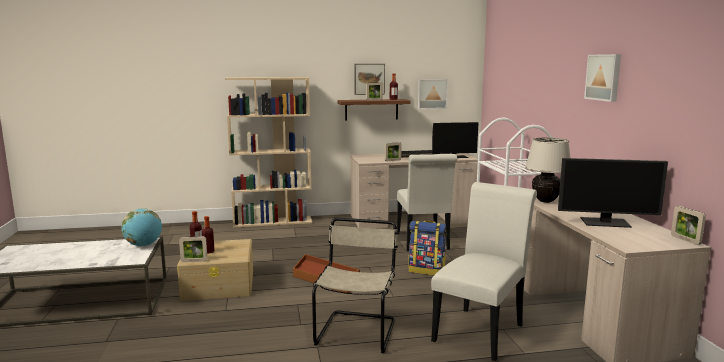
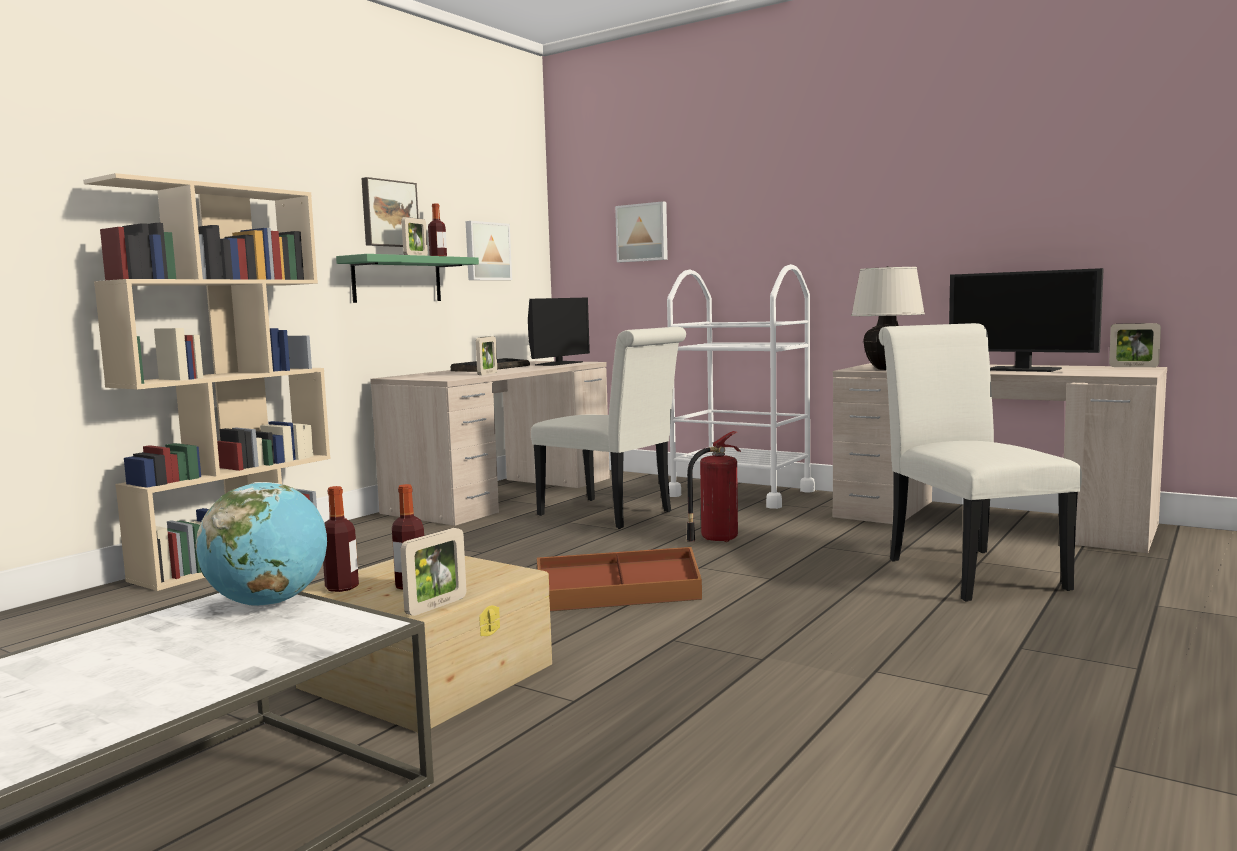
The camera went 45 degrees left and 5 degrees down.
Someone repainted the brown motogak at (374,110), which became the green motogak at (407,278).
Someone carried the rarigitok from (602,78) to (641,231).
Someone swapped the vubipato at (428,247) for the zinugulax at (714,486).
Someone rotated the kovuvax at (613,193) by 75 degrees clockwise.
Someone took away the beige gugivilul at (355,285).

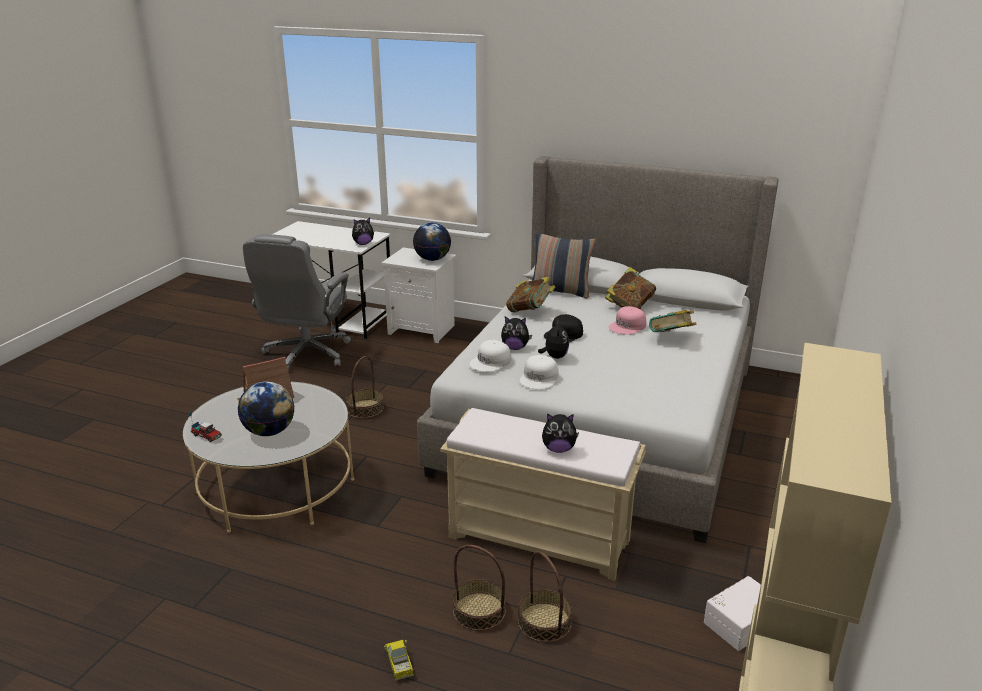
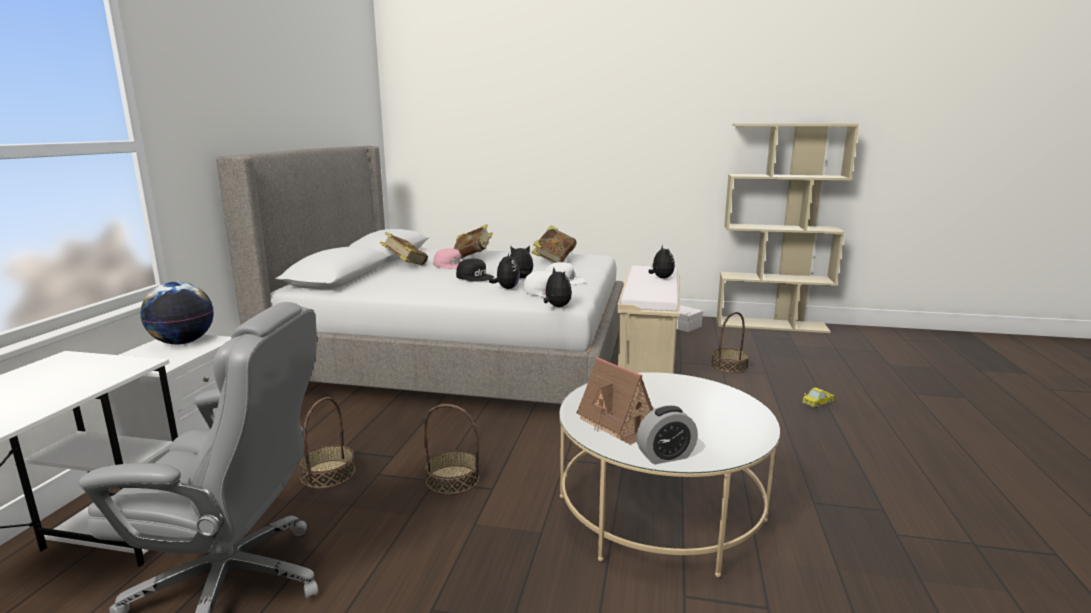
The camera went 100 degrees left and 10 degrees down.
Someone carried the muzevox from (479,588) to (326,443).
Someone carried the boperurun from (530,294) to (554,244).
Someone carried the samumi from (363,231) to (557,287).
Someone put down the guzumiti at (667,435).
Someone took away the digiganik at (206,427).
Someone took away the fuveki at (266,409).
Someone took away the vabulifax at (563,265).

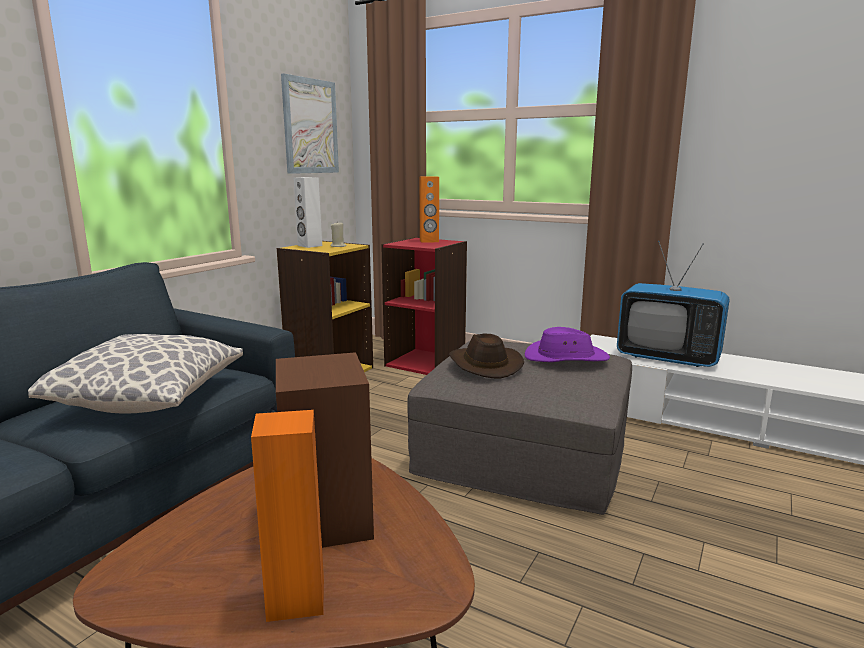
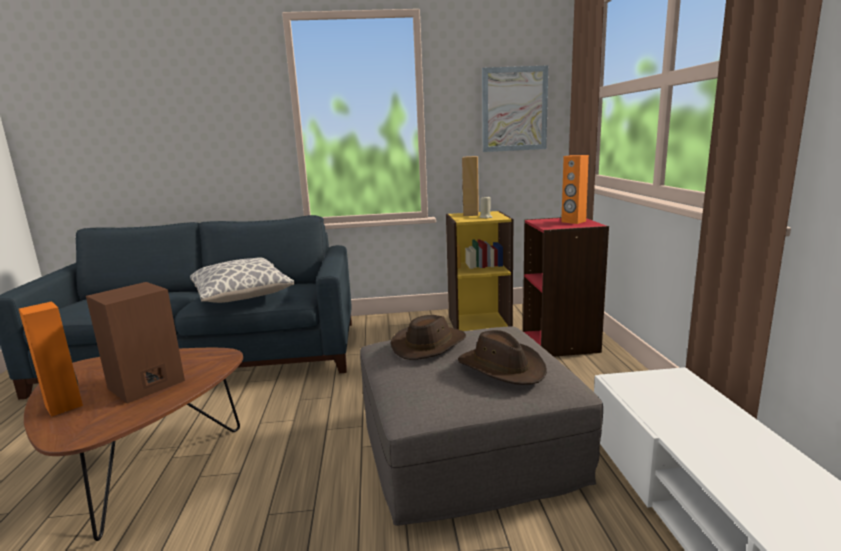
The camera went 55 degrees right and 0 degrees up.
Someone repainted the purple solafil at (567,344), which became the brown solafil at (502,357).
Someone repainted the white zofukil at (308,212), which became the brown zofukil at (470,186).
Someone took away the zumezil at (673,304).

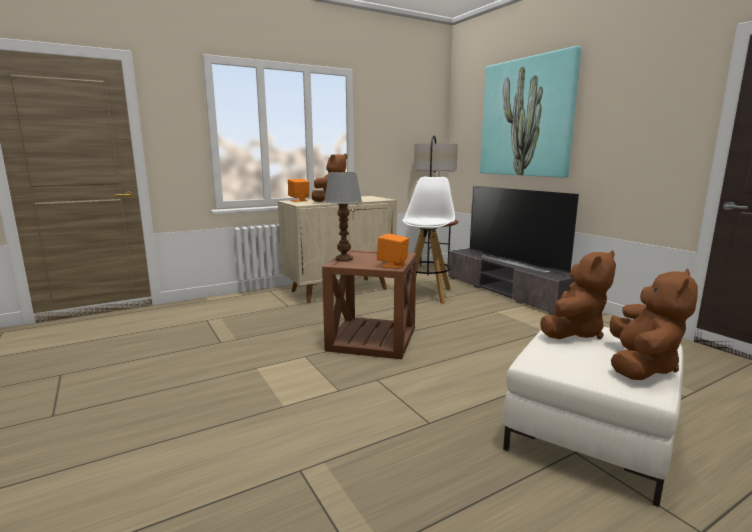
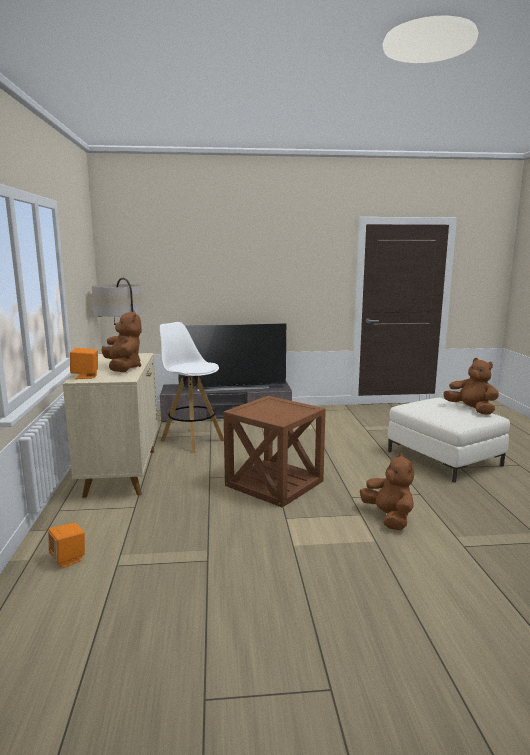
The camera went 65 degrees left and 0 degrees up.
Someone carried the orange zofukil from (393,251) to (66,545).
Someone carried the brown samumi from (578,294) to (387,491).
Someone took away the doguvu at (343,217).
Someone took away the rarigitok at (530,112).

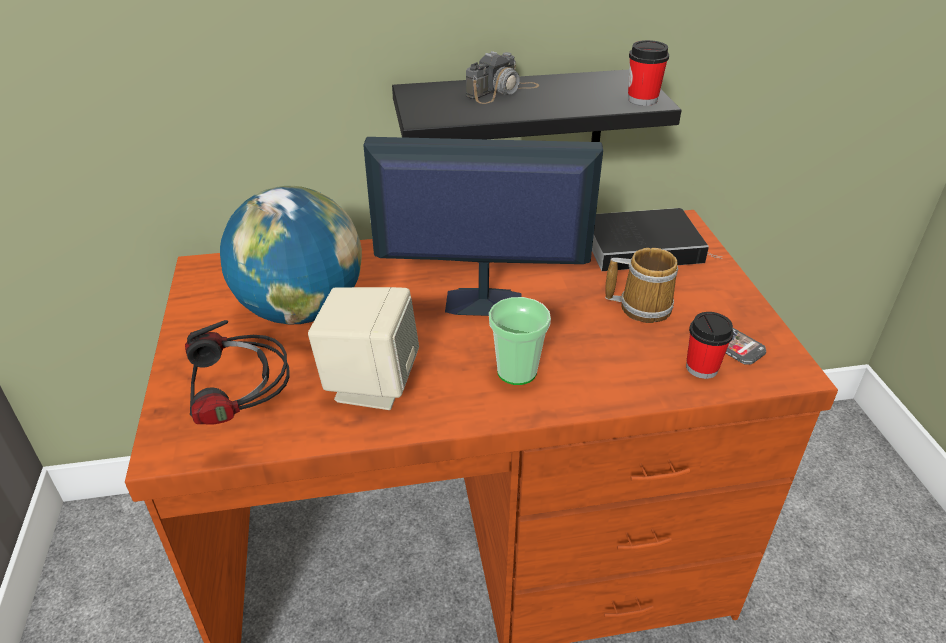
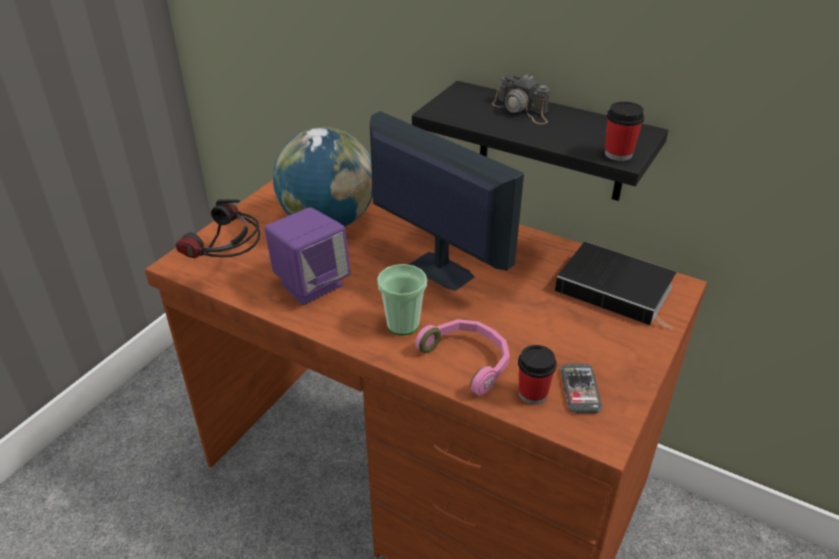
The camera went 40 degrees right and 0 degrees up.
Someone repainted the beige zofukil at (363,348), which became the purple zofukil at (307,256).
Someone put down the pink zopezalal at (462,357).
Someone rotated the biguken at (502,77) by 45 degrees clockwise.
Someone took away the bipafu at (641,285).

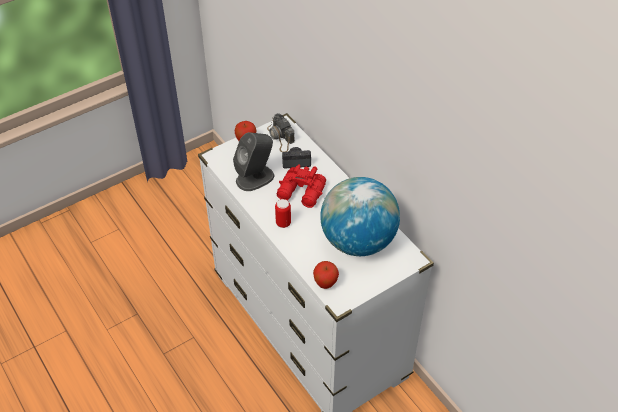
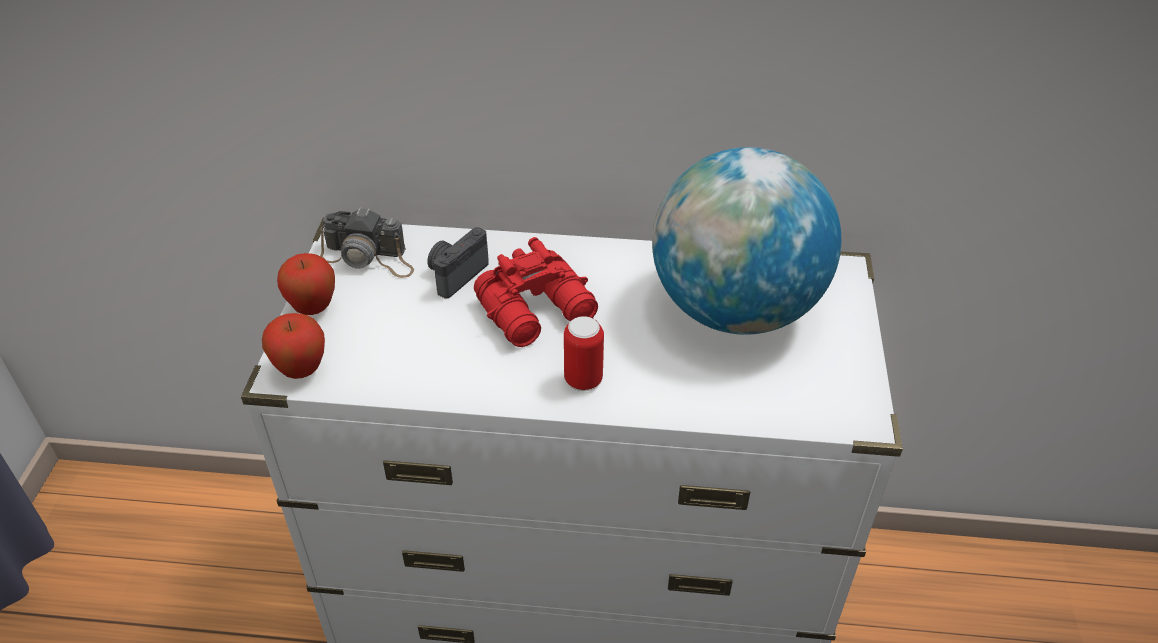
The camera went 50 degrees left and 5 degrees down.
Someone carried the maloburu from (326,275) to (293,346).
Someone took away the grey zofukil at (253,161).

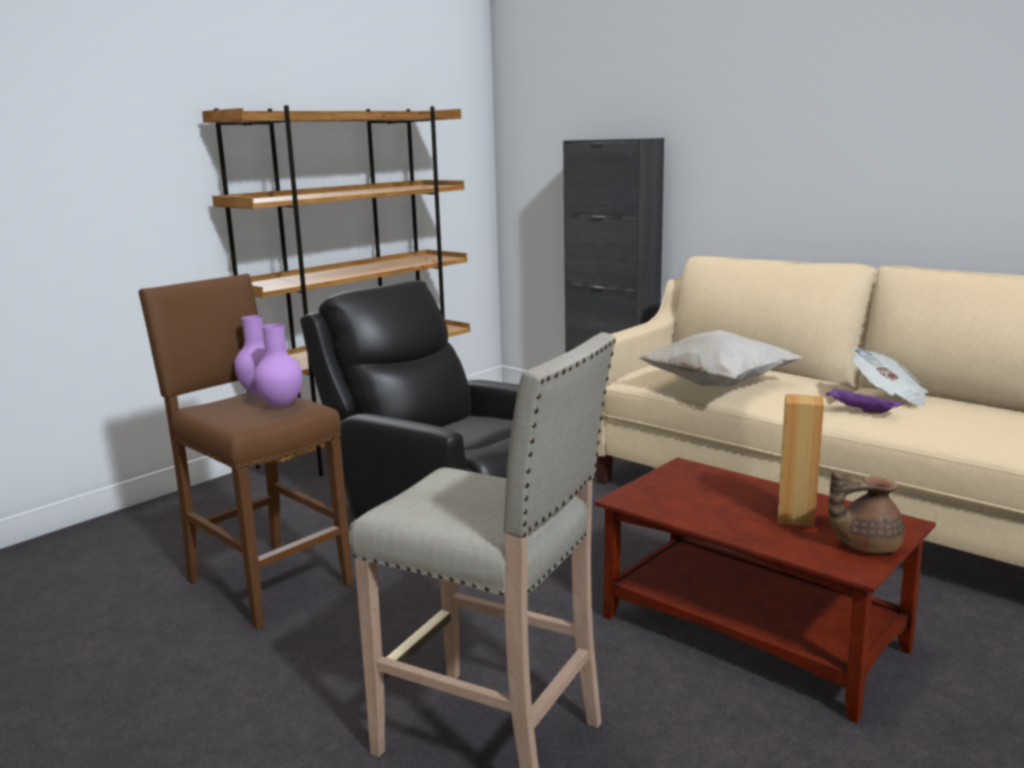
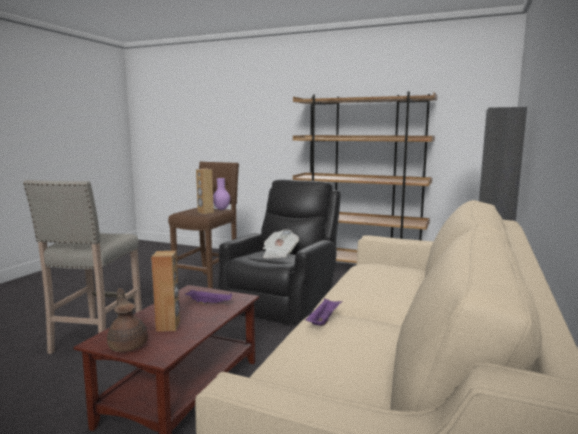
The camera went 70 degrees right and 5 degrees down.
Someone put down the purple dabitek at (208,297).
Someone swapped the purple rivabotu at (278,366) for the brown zofukil at (205,191).
Someone carried the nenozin from (890,377) to (281,244).
Someone took away the white vabulifax at (719,358).

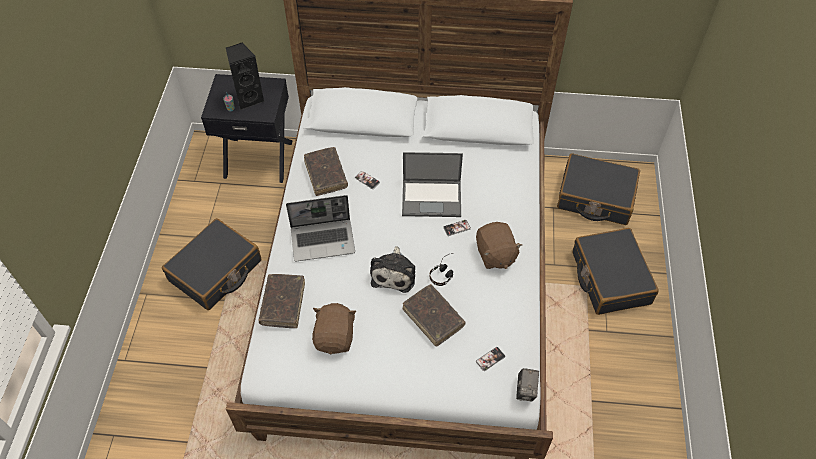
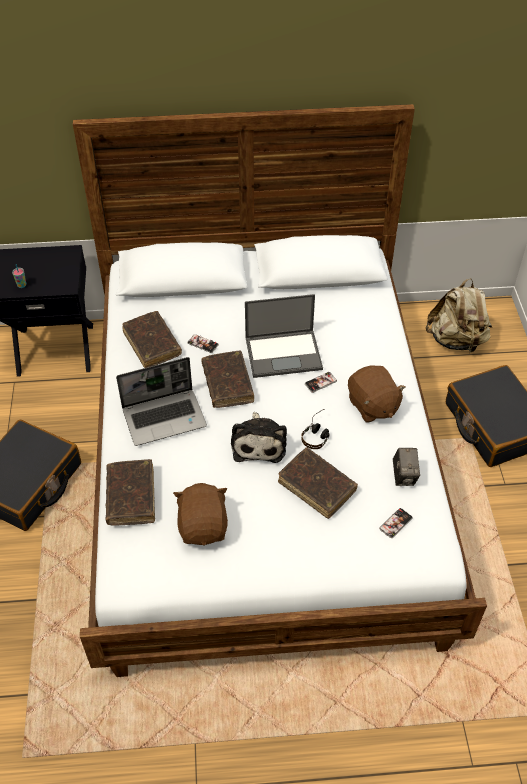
The camera went 10 degrees left and 5 degrees down.
Someone put down the brown boperurun at (227,379).
Someone carried the biguken from (527,384) to (406,467).
Someone swapped the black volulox at (598,189) for the beige vubipato at (459,315).
Someone took away the black zofukil at (245,76).

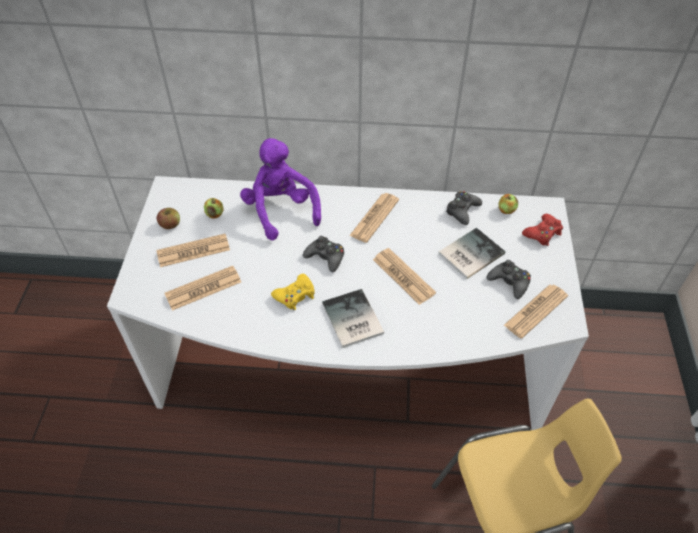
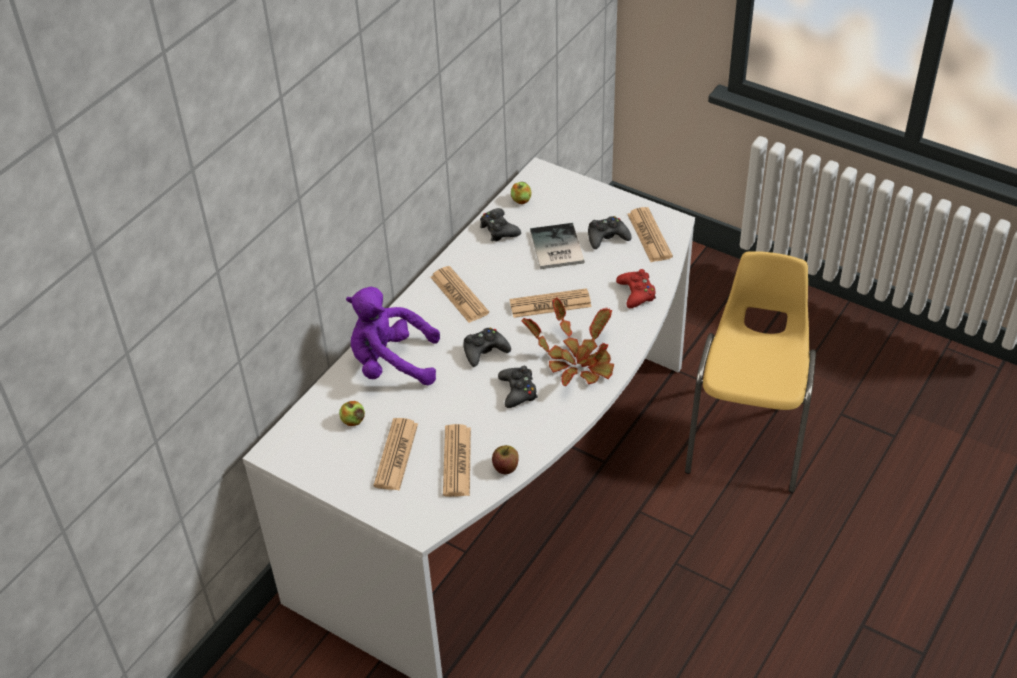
The camera went 60 degrees left and 5 degrees down.
Someone carried the maloburu from (168,218) to (505,459).
Someone repainted the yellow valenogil at (293,292), which became the black valenogil at (518,387).
Someone swapped the boperurun at (353,318) for the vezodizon at (568,341).
Someone carried the red valenogil from (542,230) to (636,288).

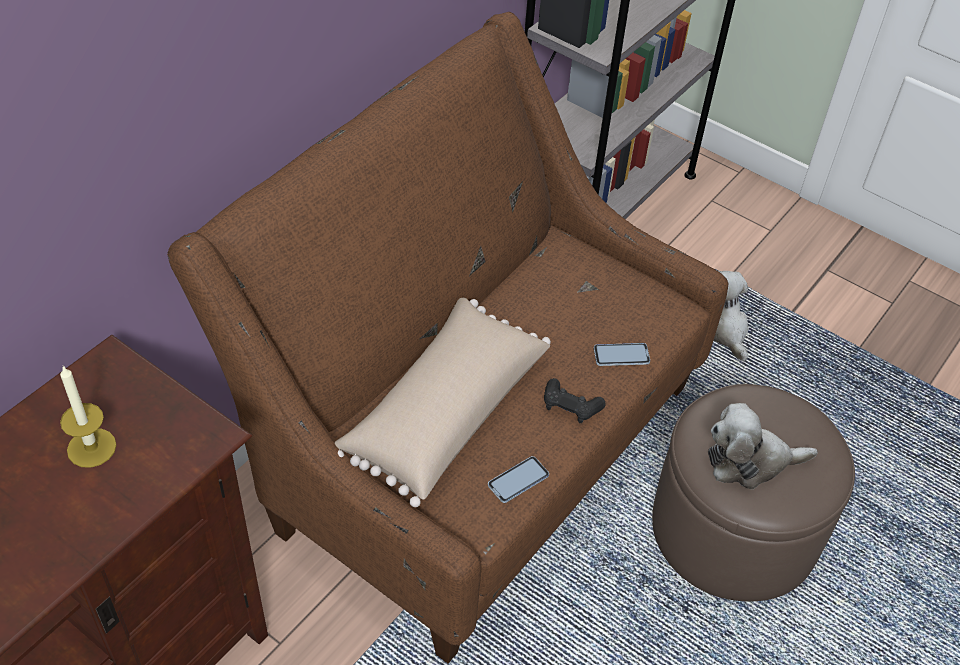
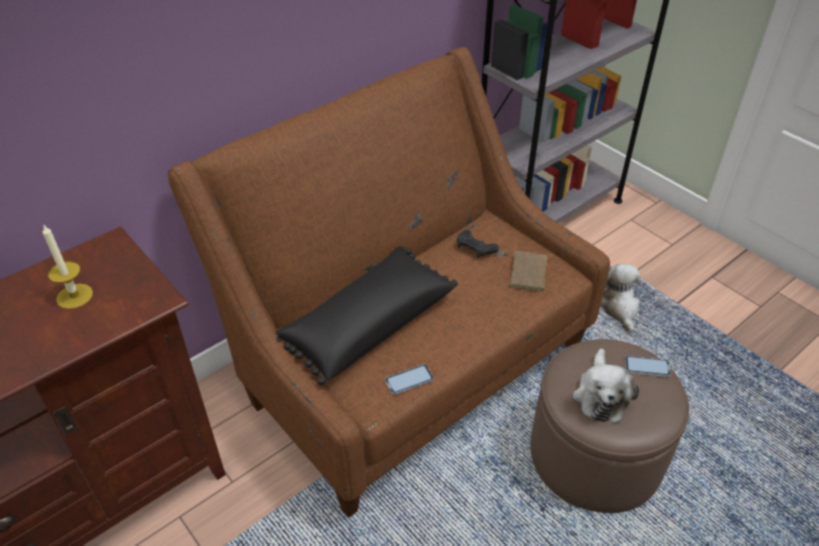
The camera went 15 degrees right and 5 degrees down.
Someone repainted the beige vabulifax at (443,402), which became the black vabulifax at (366,315).
Someone carried the black valenogil from (575,400) to (478,244).
Someone put down the brown boperurun at (533,271).
Someone rotated the samumi at (763,446) by 90 degrees counterclockwise.
Someone carried the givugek from (622,354) to (648,366).

